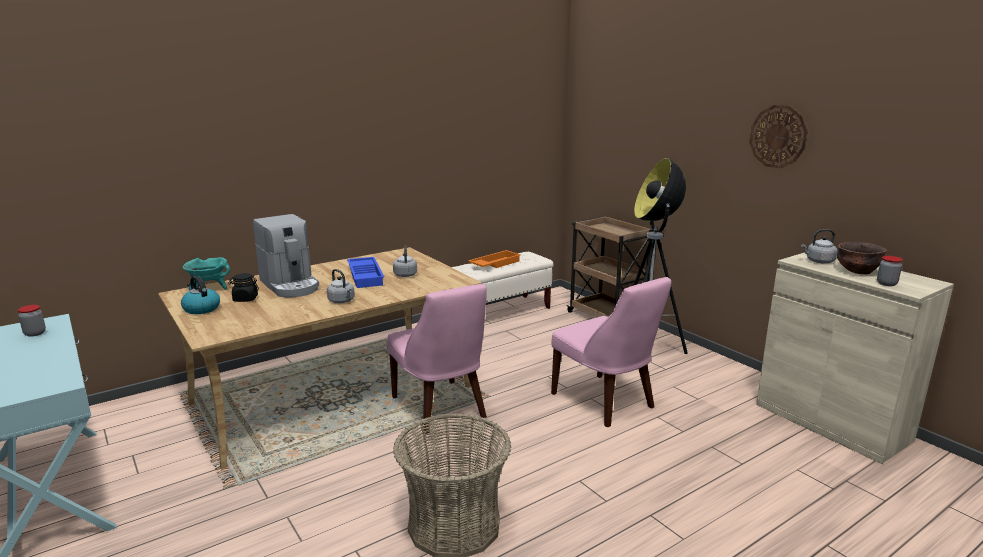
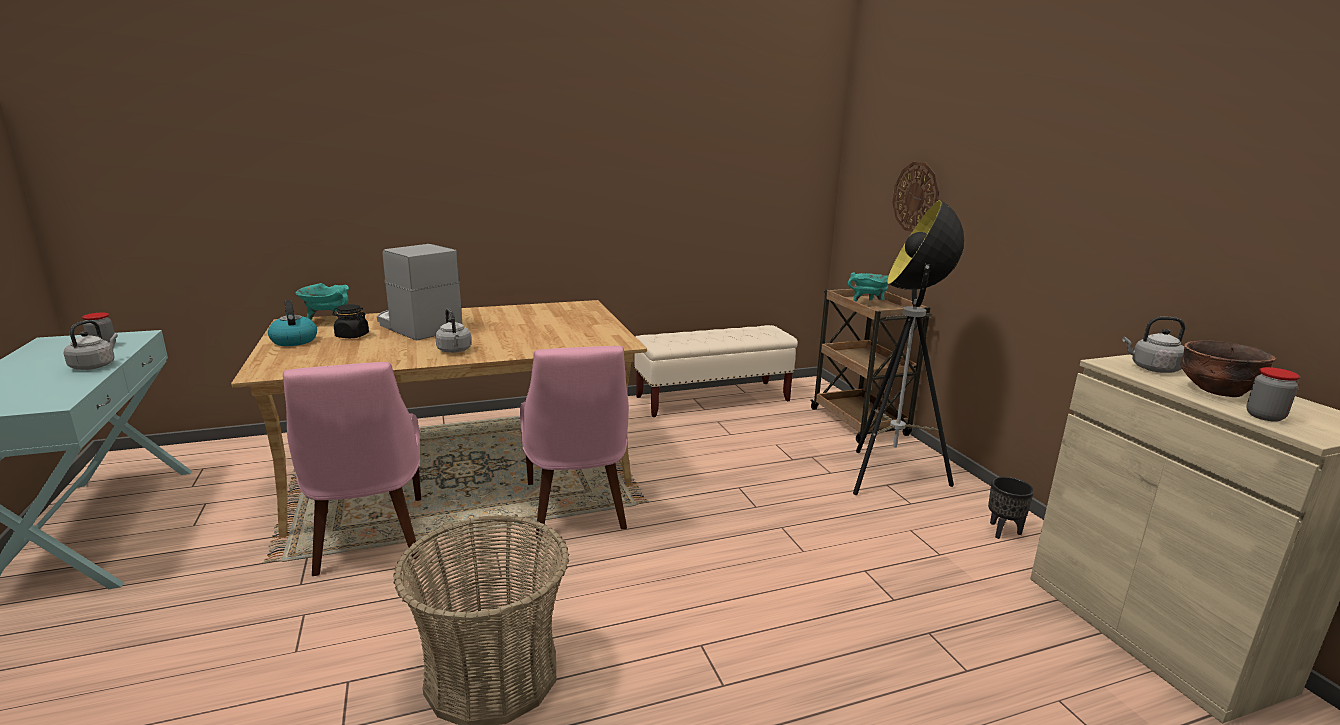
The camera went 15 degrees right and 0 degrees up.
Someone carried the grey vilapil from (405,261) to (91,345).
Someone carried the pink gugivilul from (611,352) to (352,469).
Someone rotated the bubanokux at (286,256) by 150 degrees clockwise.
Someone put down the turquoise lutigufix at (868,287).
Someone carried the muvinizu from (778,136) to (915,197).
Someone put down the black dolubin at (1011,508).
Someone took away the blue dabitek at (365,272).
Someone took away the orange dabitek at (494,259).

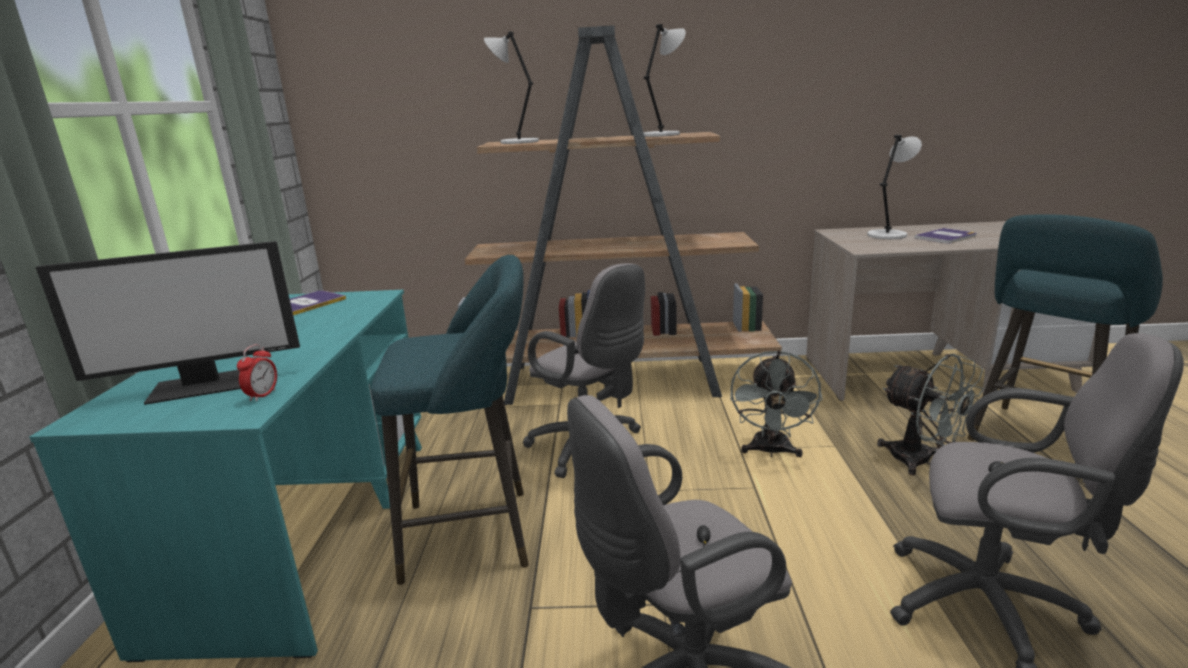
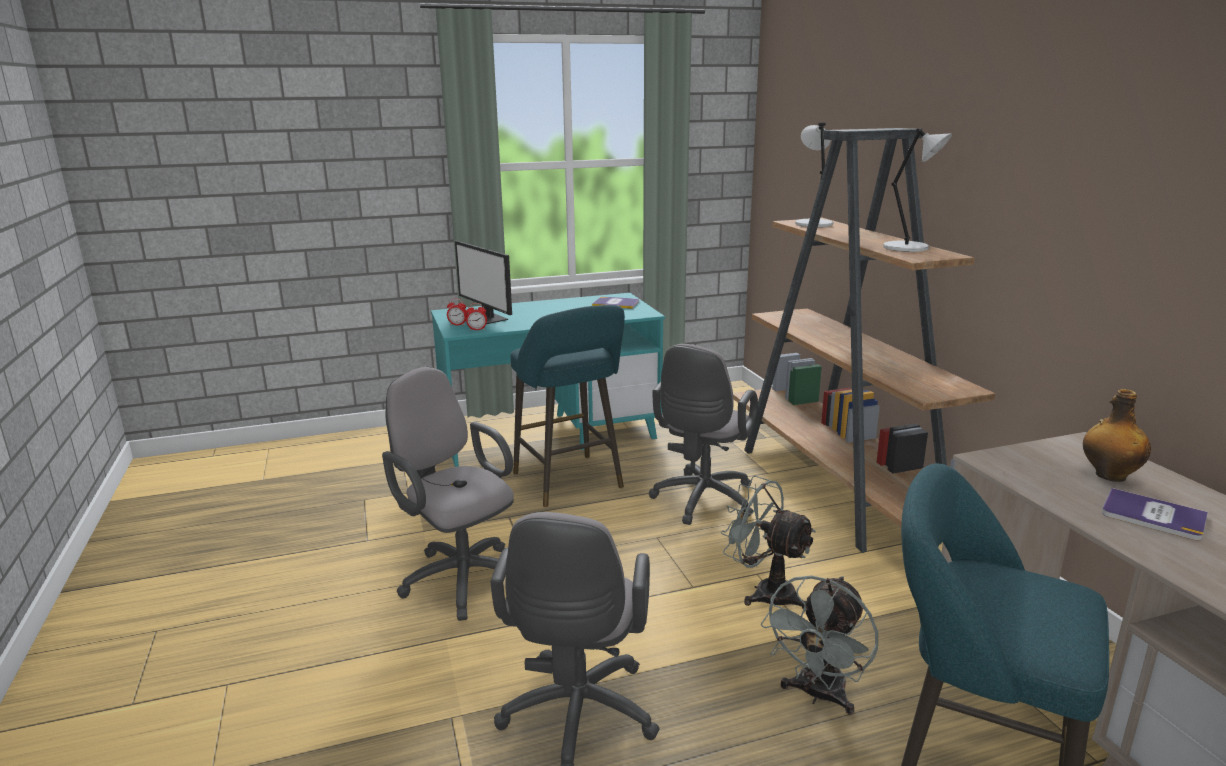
The camera went 70 degrees right and 0 degrees up.
Someone put down the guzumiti at (457,312).
Someone rotated the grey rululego at (776,403) by 45 degrees clockwise.
Someone swapped the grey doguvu at (894,187) for the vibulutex at (1117,435).

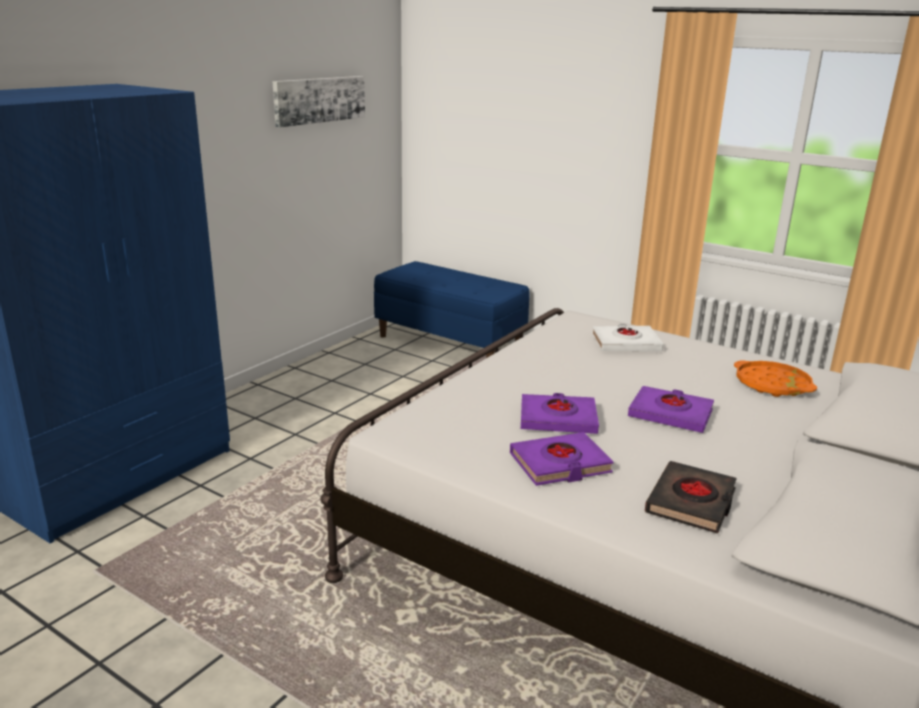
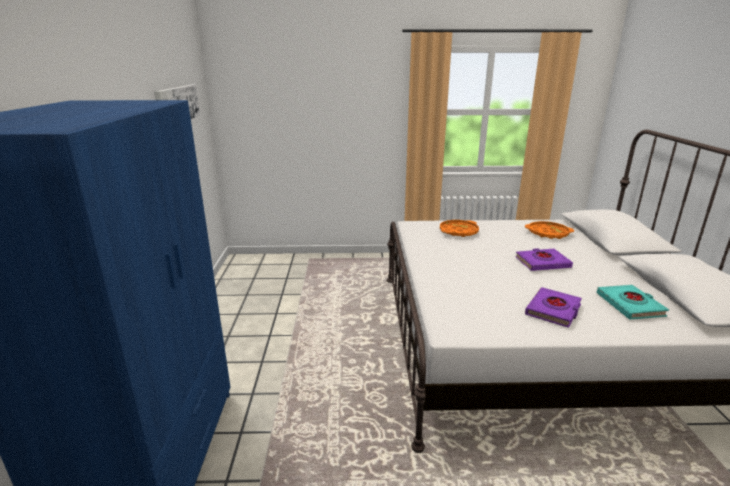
The camera went 35 degrees left and 0 degrees up.
Someone swapped the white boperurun at (627,337) for the orange dabitek at (459,228).
Someone repainted the black boperurun at (691,497), which became the turquoise boperurun at (632,302).
Someone took away the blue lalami at (452,309).
Someone took away the purple boperurun at (560,413).

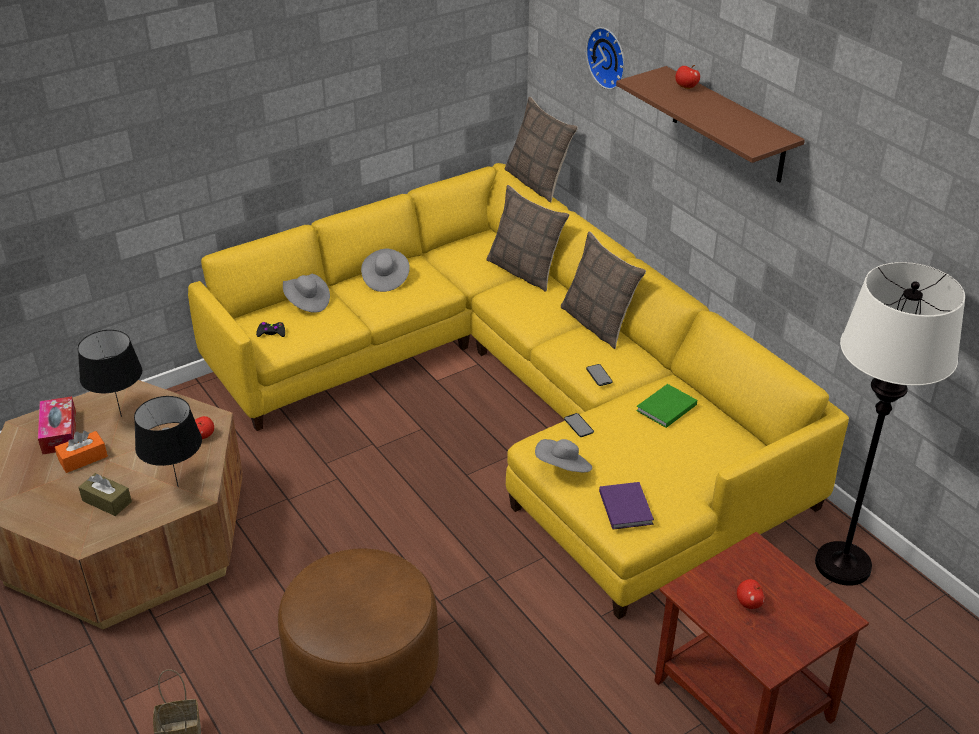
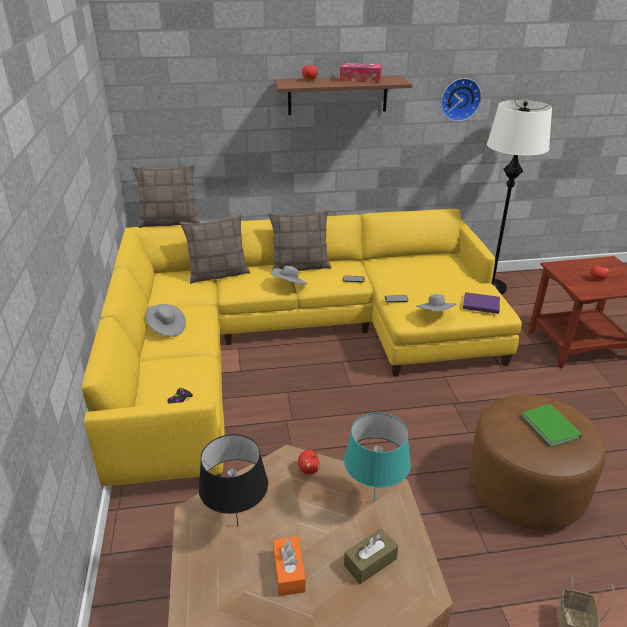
The camera went 65 degrees left and 5 degrees down.
Someone carried the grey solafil from (306,293) to (289,275).
Someone carried the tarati from (57,425) to (361,73).
Someone repainted the black doguvu at (168,441), which became the turquoise doguvu at (377,456).
Someone carried the muvinizu from (605,58) to (461,100).
Someone carried the green boperurun from (666,406) to (551,426).

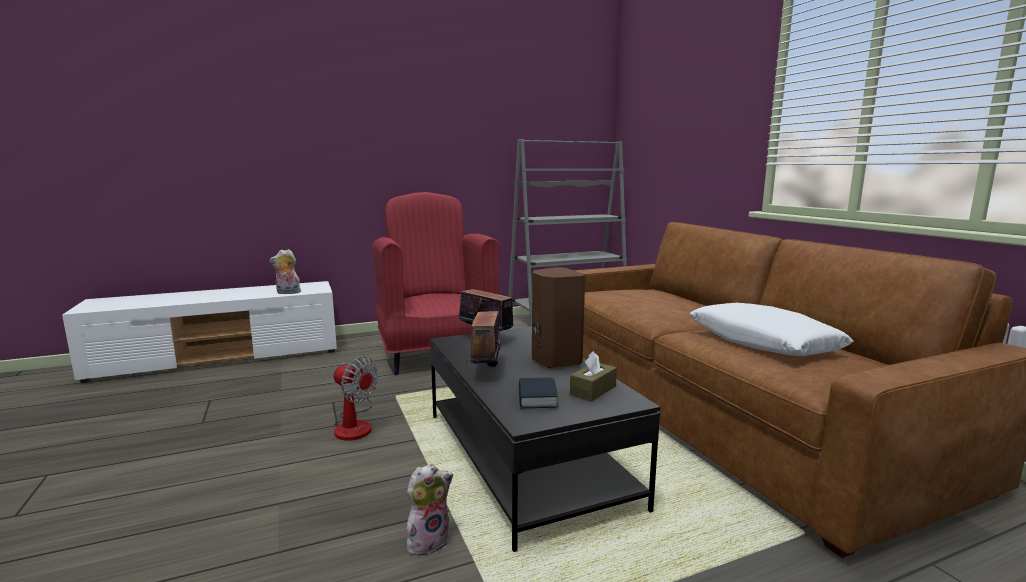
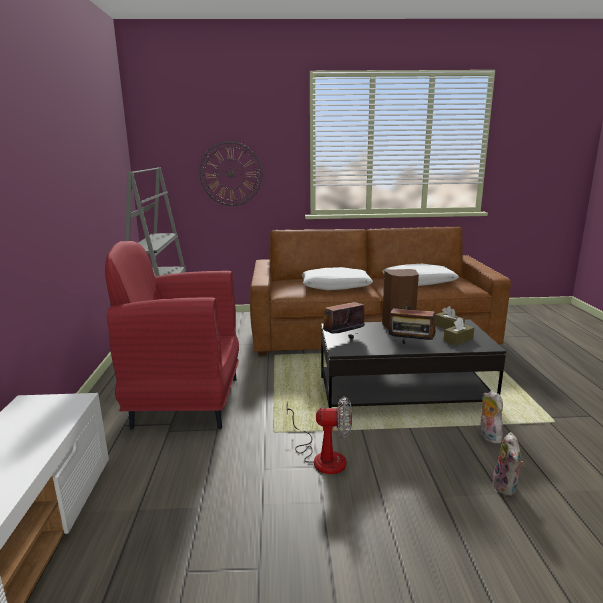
The camera went 70 degrees left and 5 degrees up.
Someone put up the muvinizu at (230,173).
Someone rotated the rululego at (356,399) by 45 degrees clockwise.
Someone put down the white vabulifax at (337,278).
Someone swapped the boperurun at (538,393) for the brown tarati at (459,331).
Someone carried the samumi from (286,271) to (508,464).

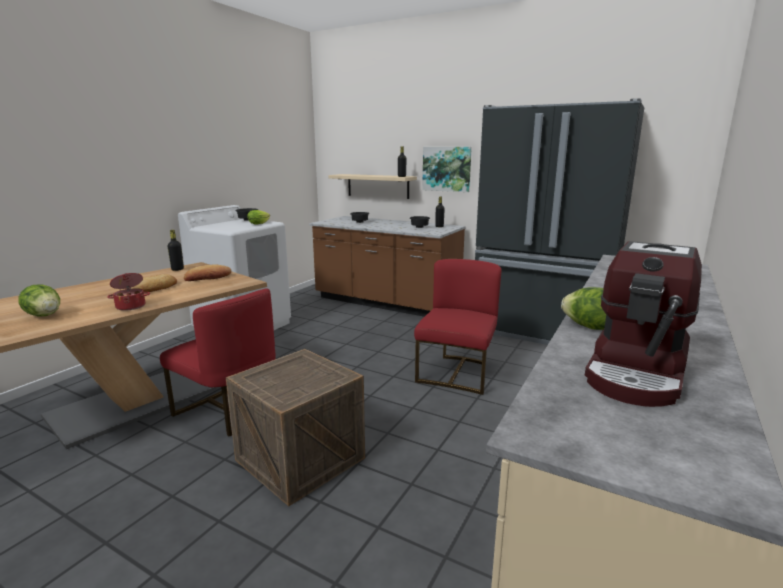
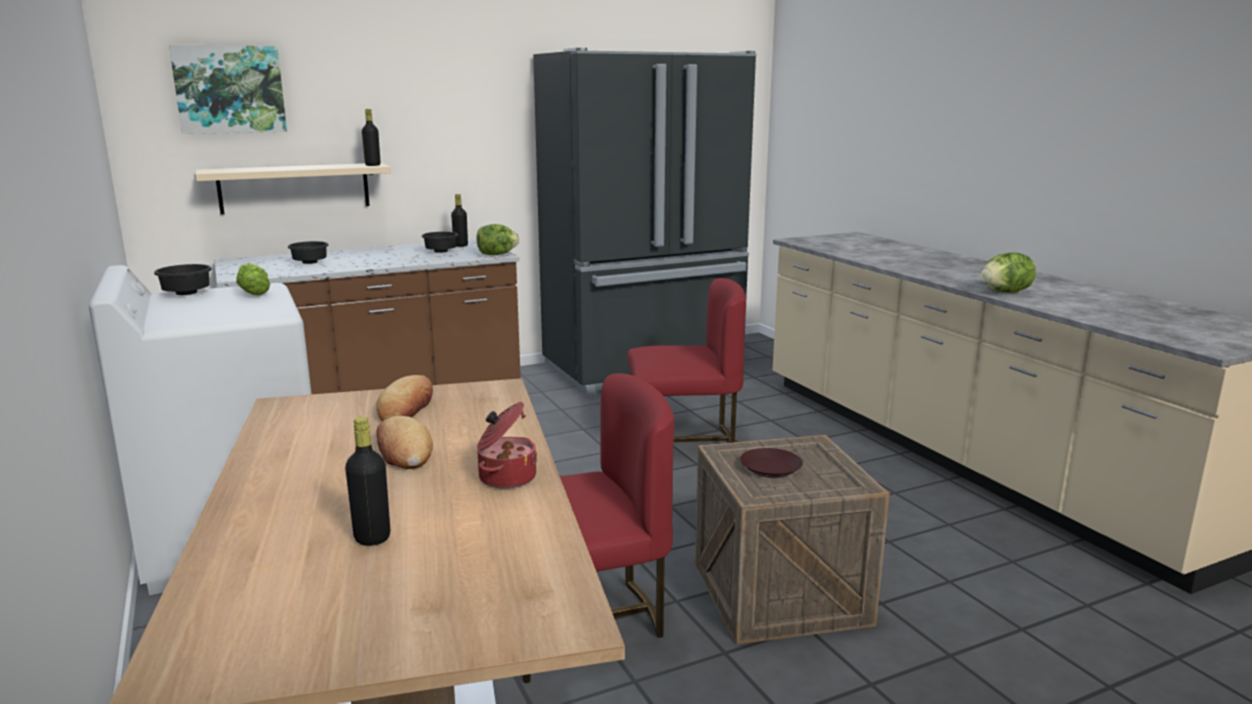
The camera went 55 degrees left and 0 degrees up.
Someone carried the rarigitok from (447,169) to (228,89).
Someone carried the black vibulutex from (176,250) to (367,481).
Someone carried the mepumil from (39,300) to (497,239).
Someone rotated the red gugivilul at (458,327) by 120 degrees clockwise.
Someone put down the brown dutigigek at (771,463).
Someone took away the bubanokux at (643,324).

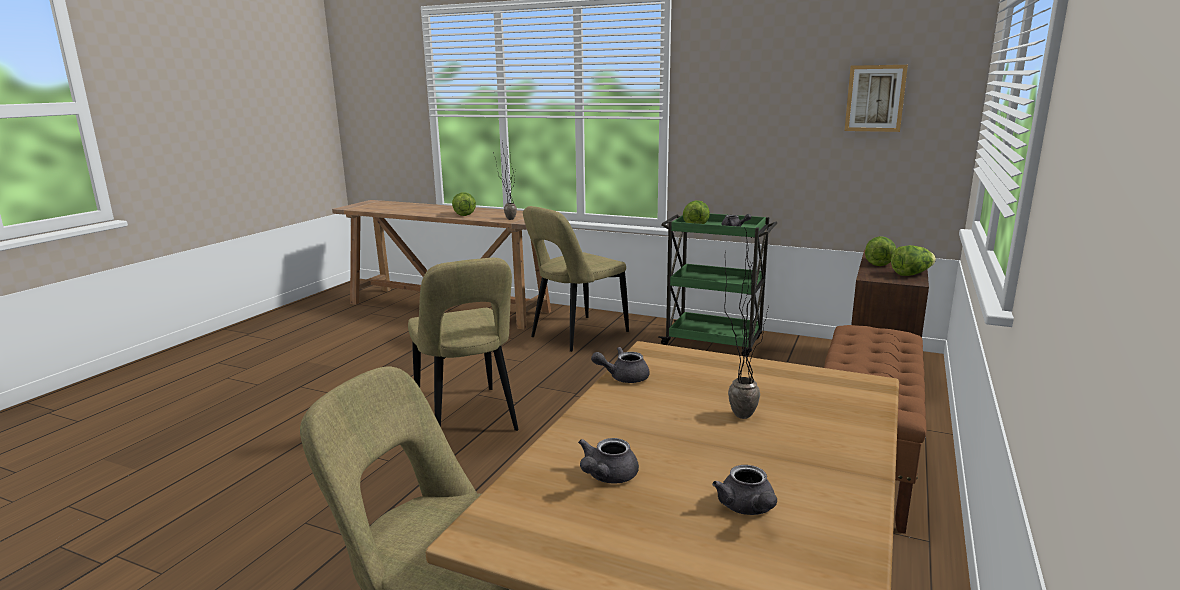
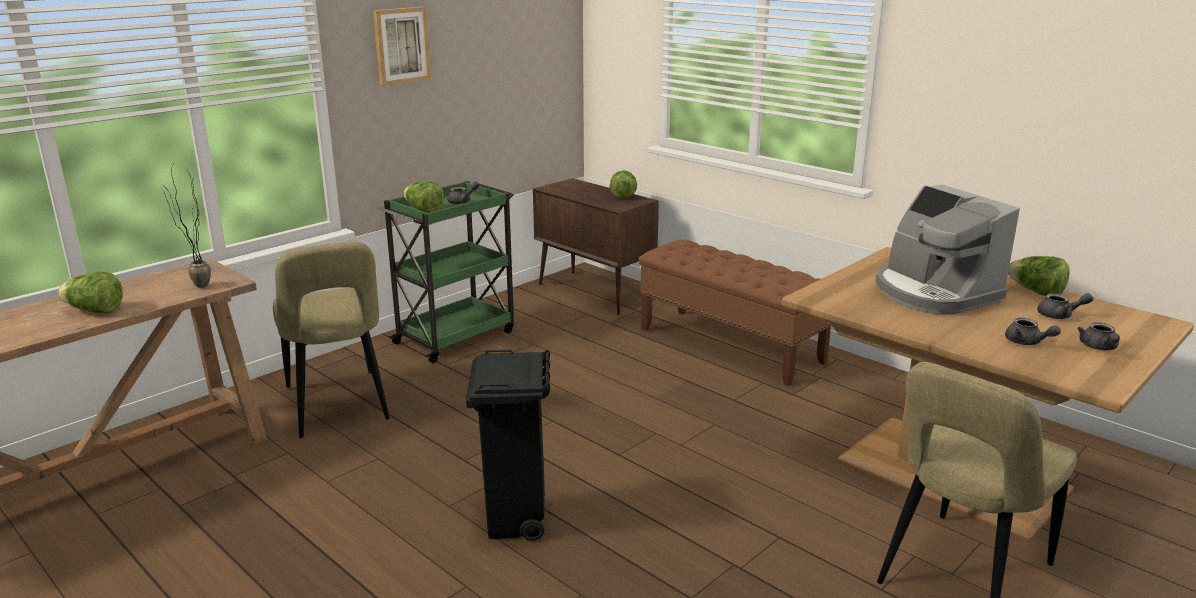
The camera went 70 degrees left and 5 degrees up.
Someone carried the rarigitok from (876,98) to (402,46).
Someone swapped the beige gugivilul at (463,344) for the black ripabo at (508,445).
Someone swapped the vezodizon at (746,323) for the bubanokux at (947,249).
Someone carried the mepumil from (880,251) to (1039,276).
Someone carried the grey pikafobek from (620,365) to (1098,336).

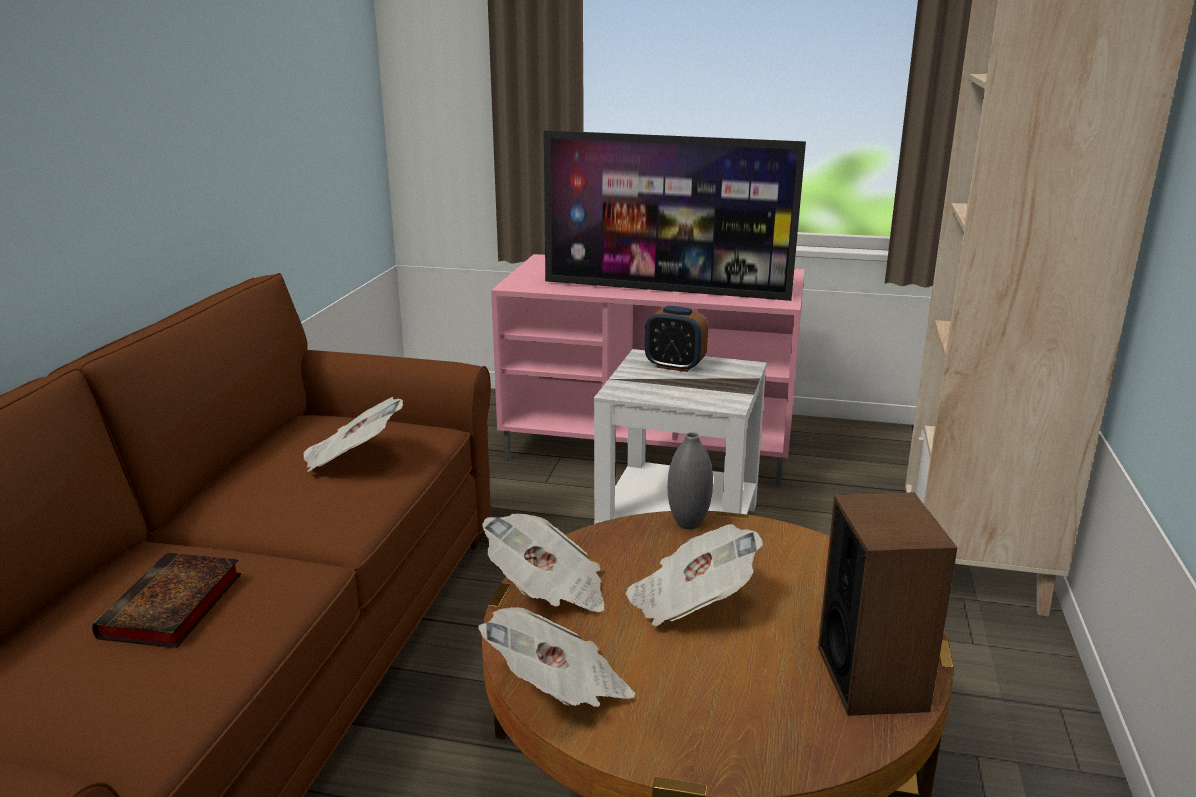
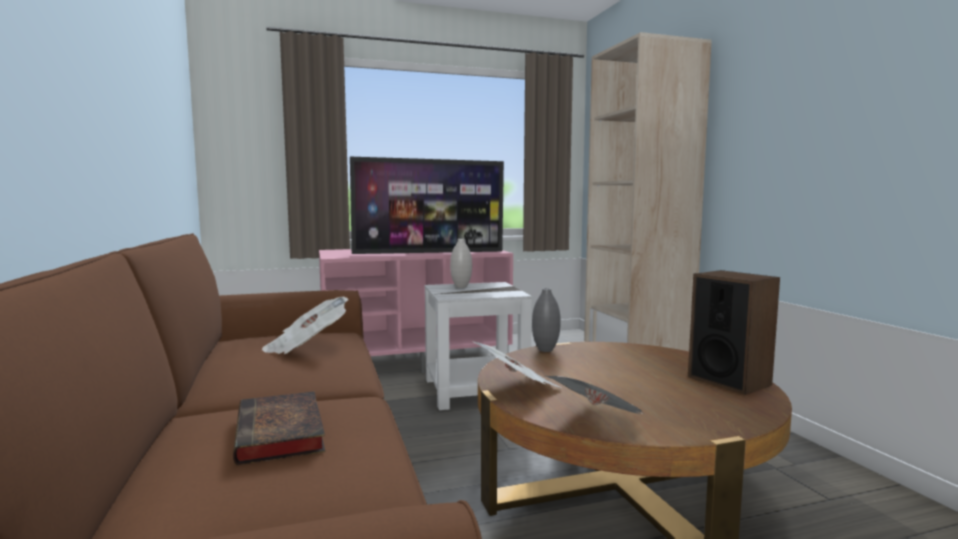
The camera went 30 degrees left and 15 degrees down.
Someone swapped the guzumiti at (676,339) for the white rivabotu at (461,263).
Someone took away the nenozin at (694,575).

